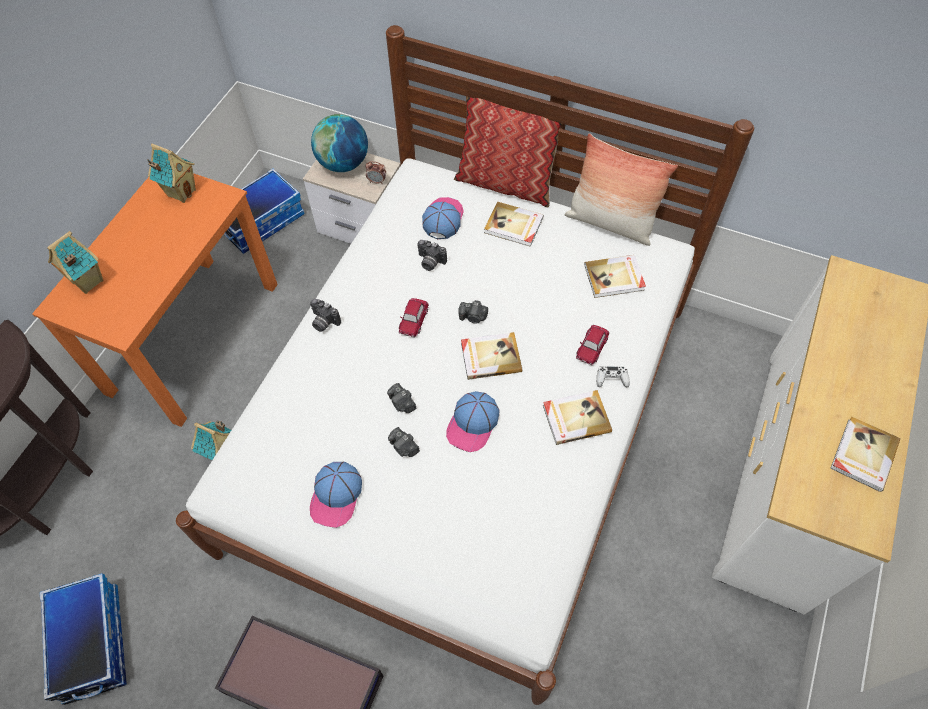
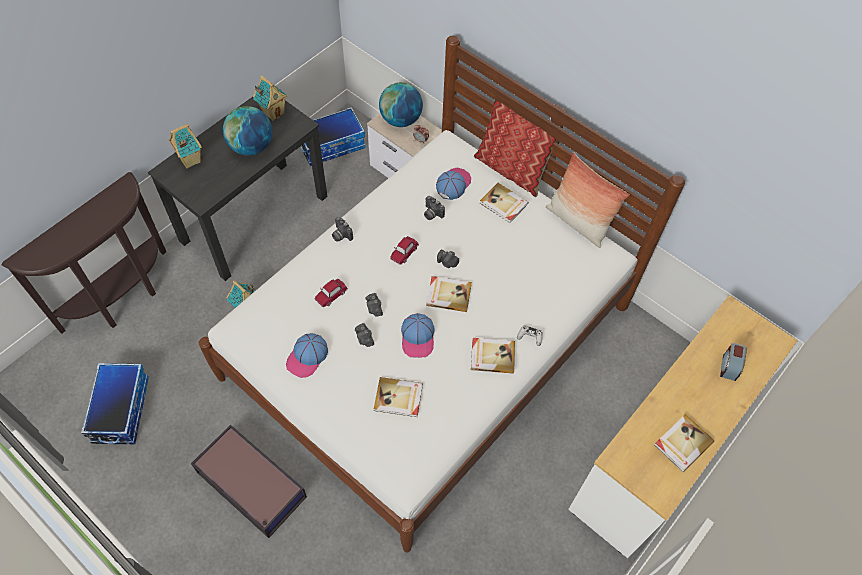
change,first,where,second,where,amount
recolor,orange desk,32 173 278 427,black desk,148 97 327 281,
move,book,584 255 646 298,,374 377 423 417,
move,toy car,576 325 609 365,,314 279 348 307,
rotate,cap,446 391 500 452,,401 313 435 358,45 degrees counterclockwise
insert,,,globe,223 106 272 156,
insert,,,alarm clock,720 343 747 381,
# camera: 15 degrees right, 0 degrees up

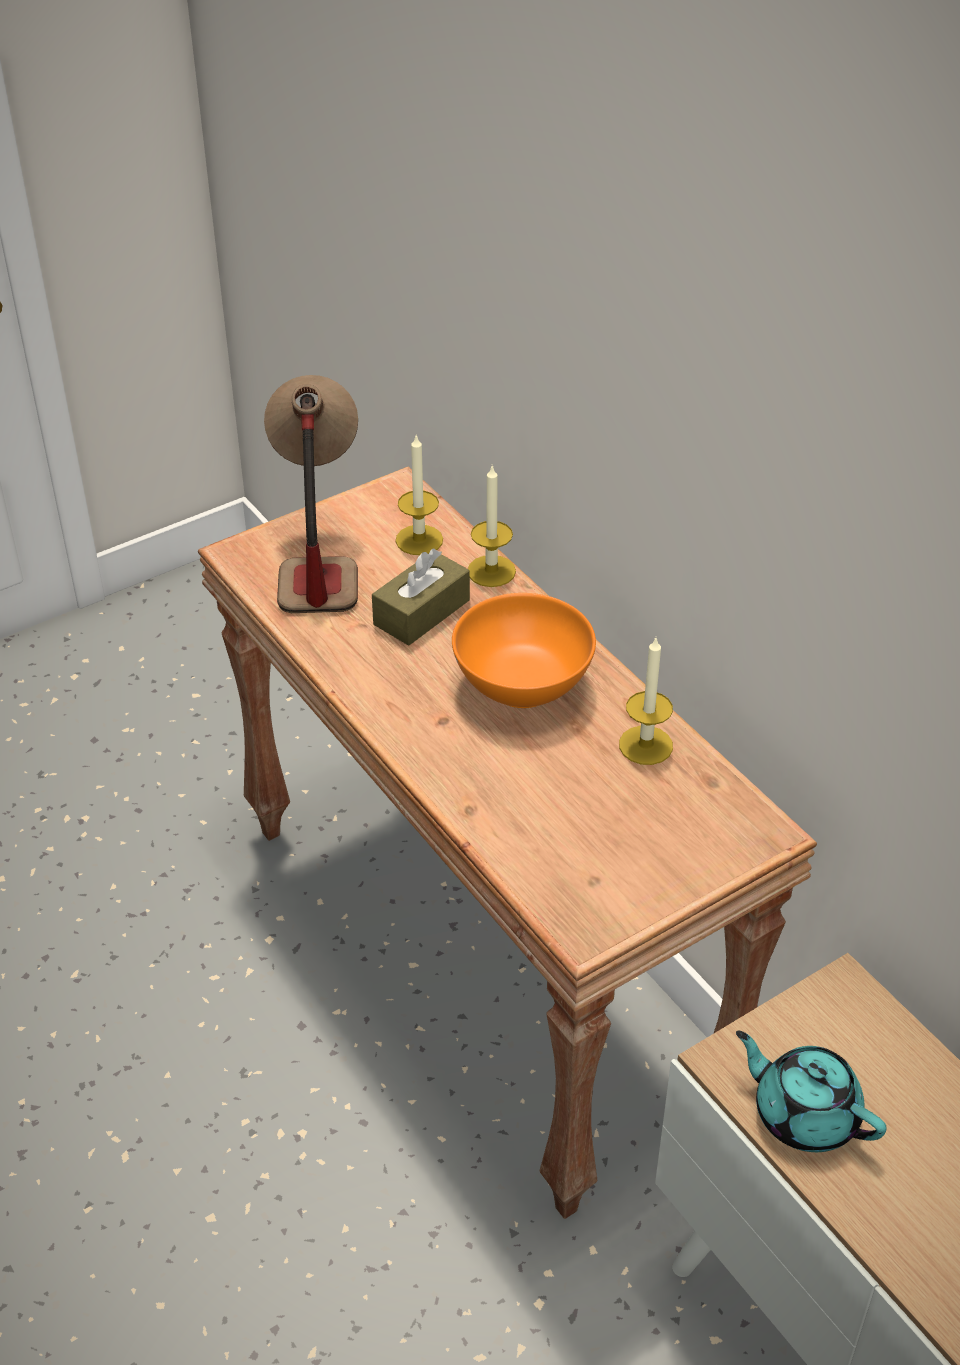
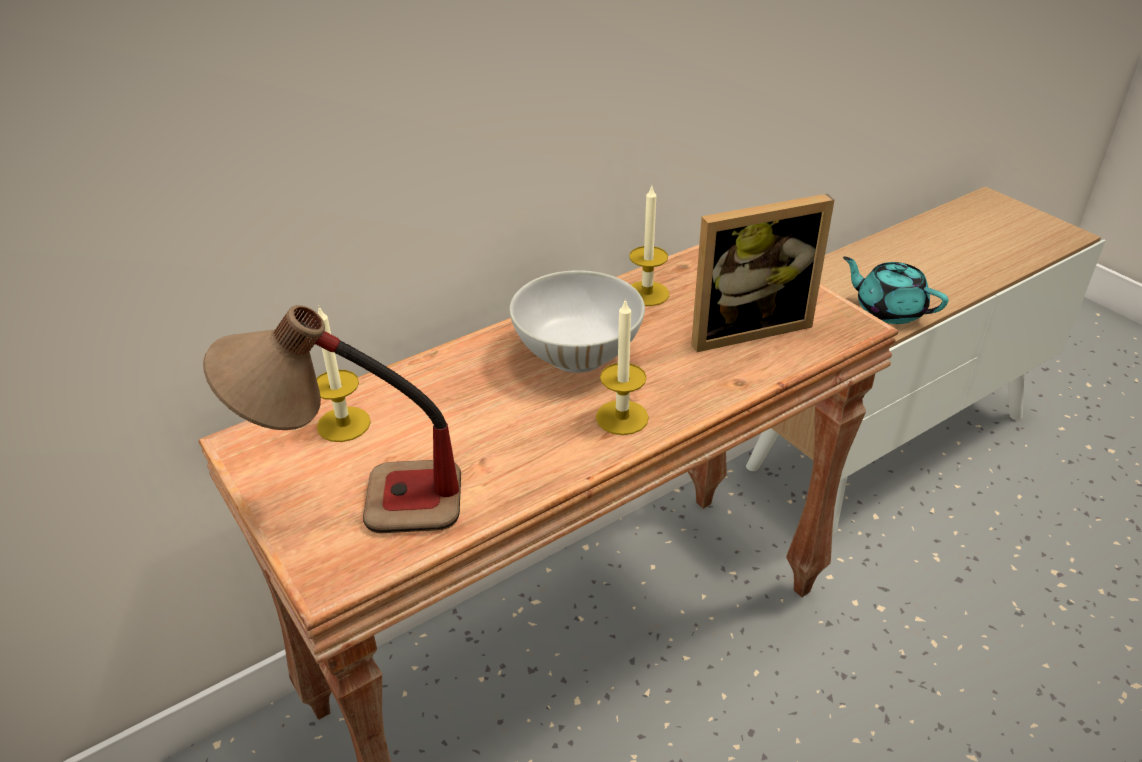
change,first,where,second,where,amount
move,candle,468 466 516 587,,596 298 649 435,
delete,brown tissue box,372 549 470 645,,,
recolor,orange bowl,452 593 596 708,white bowl,509 270 645 373,
rotate,turquoise teapot,736 1030 887 1152,,843 257 948 324,90 degrees clockwise
insert,,,picture frame,691 194 834 352,
# camera: 90 degrees left, 5 degrees down

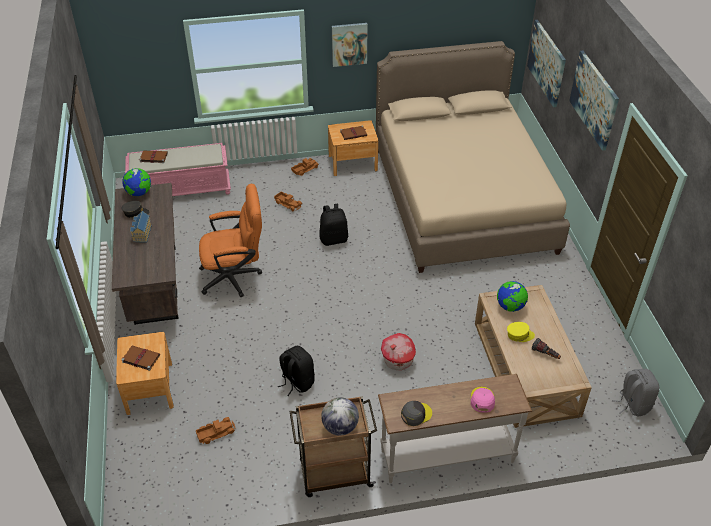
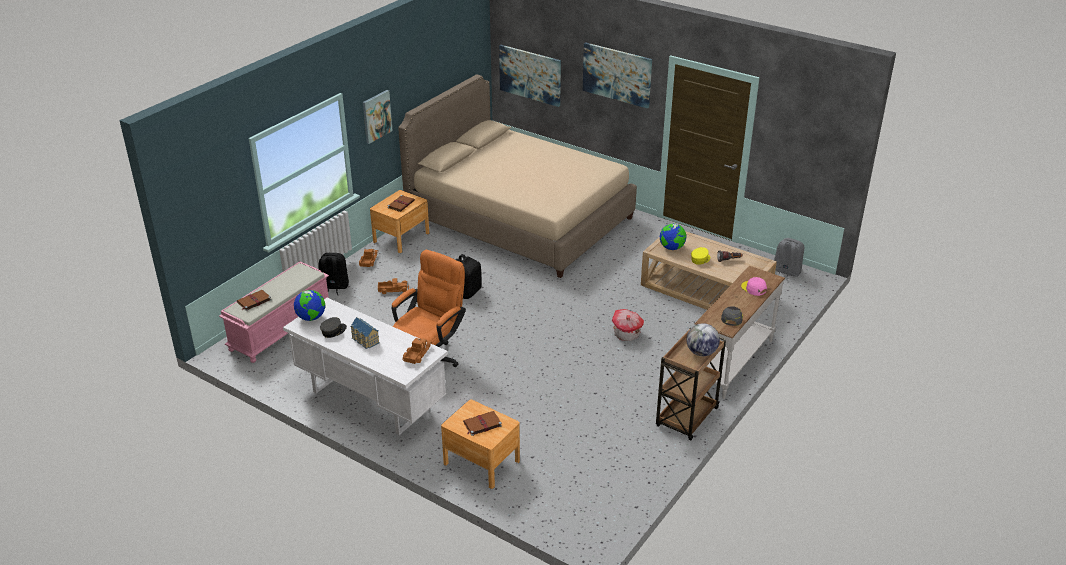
change,first,where,second,where,amount
recolor,brown desk,112 183 178 325,white desk,283 298 448 435,
move,black backpack,278 346 315 396,,319 253 349 295,
move,toy truck,196 417 236 444,,403 338 432 364,
# camera: 45 degrees left, 10 degrees down

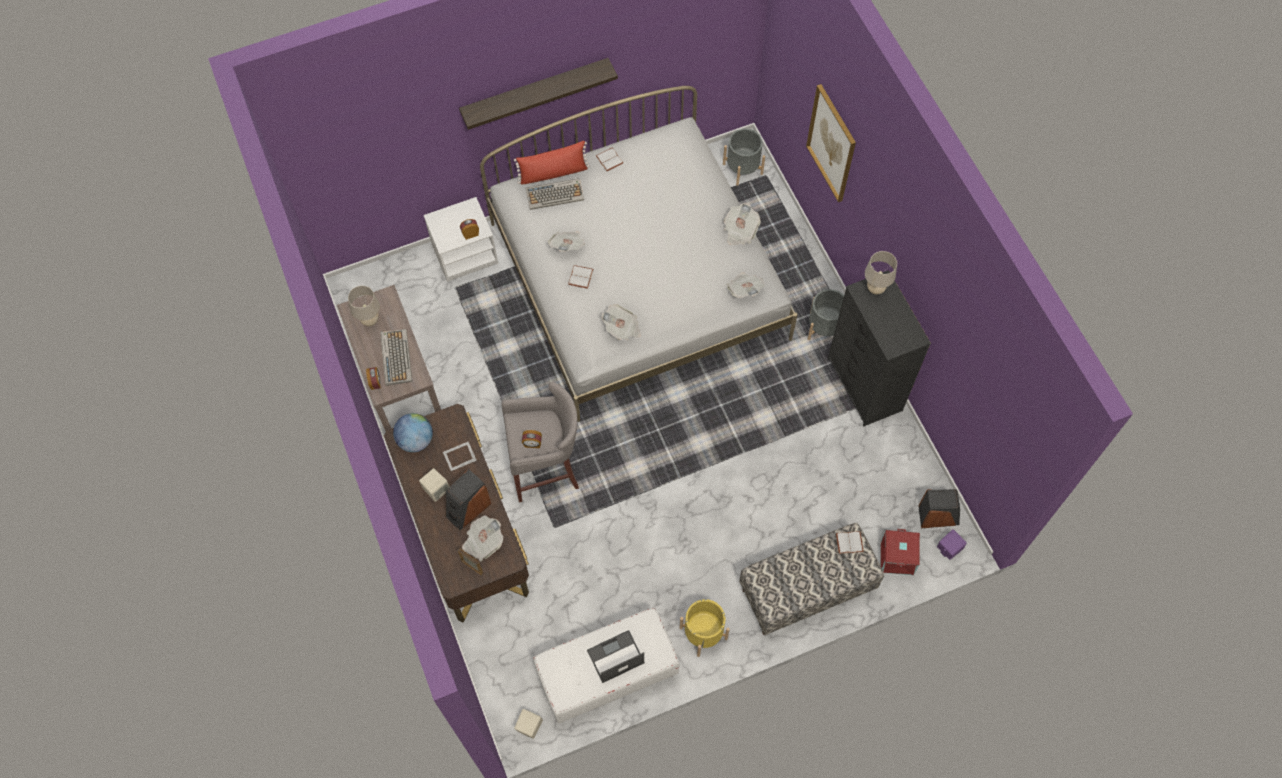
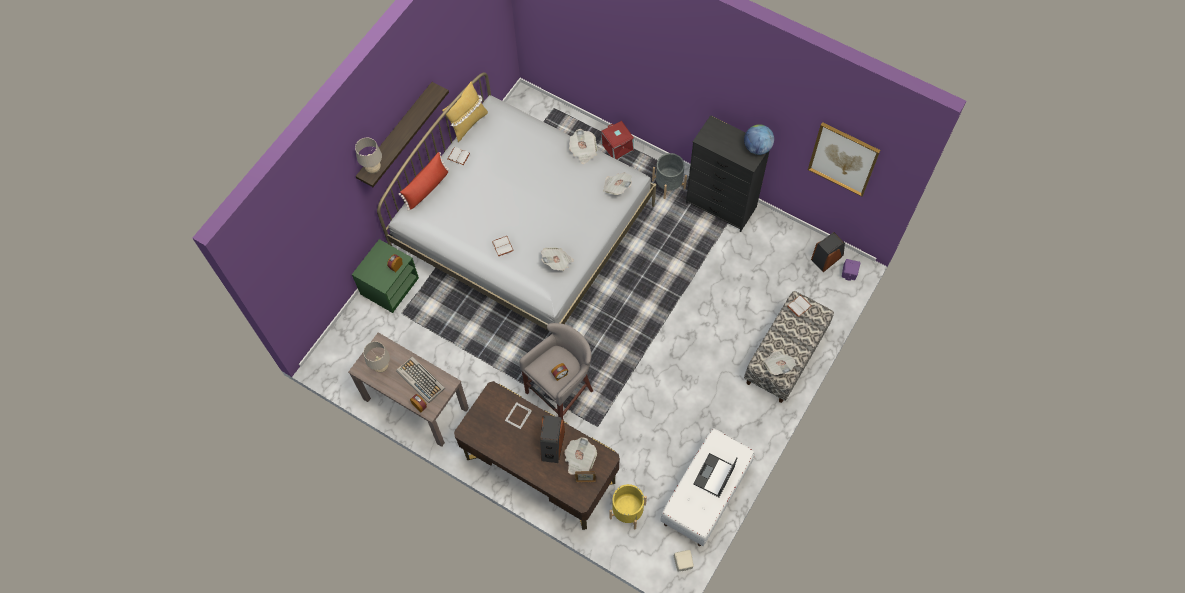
change,first,where,second,where,amount
move,picture,806 84 856 202,,808 122 880 197,
delete,grey planter,723 128 765 186,,,
delete,keyboard,526 178 584 210,,,
recolor,white nightstand,424 197 498 282,green nightstand,352 239 419 313,
move,newspaper,548 231 585 251,,763 350 796 375,
move,beige table lamp,865 251 897 295,,355 138 382 174,
move,globe,393 413 433 452,,744 124 774 155,
delete,beige speaker,419 468 450 502,,,
move,red storage box,880 529 920 575,,601 121 634 159,
move,yellow planter,680 599 730 657,,609 484 647 529,
insert,,,yellow pillow,442 81 488 142,
# camera: 35 degrees left, 0 degrees up

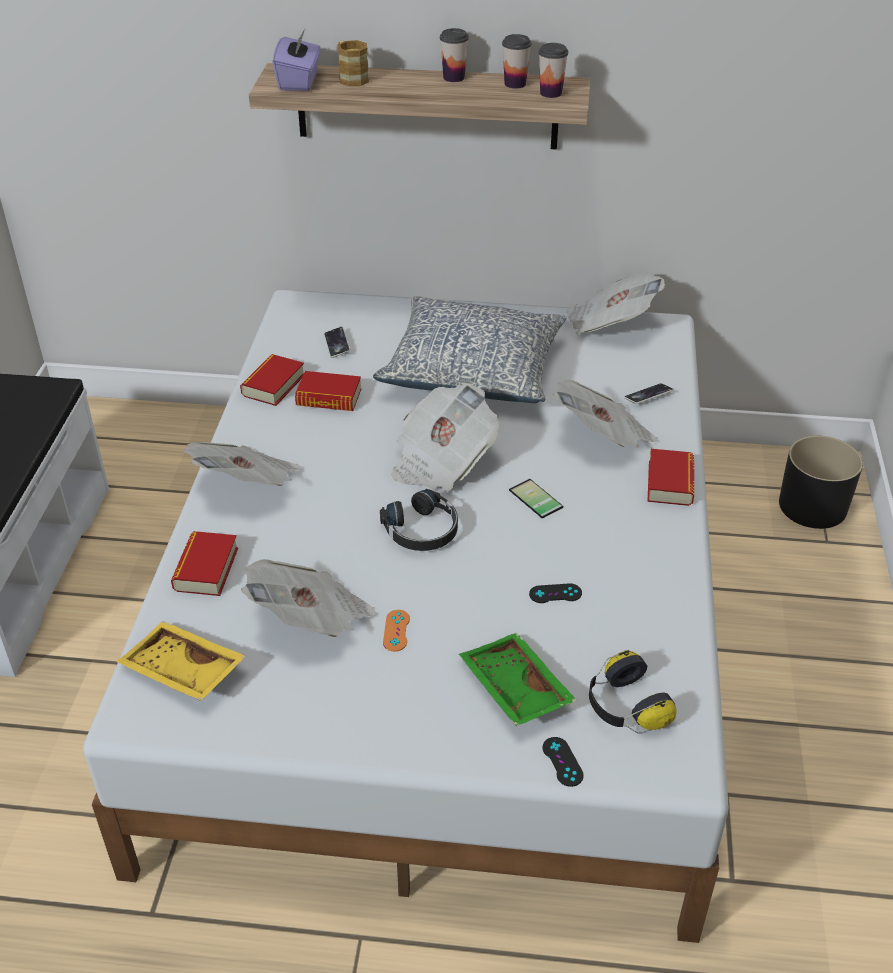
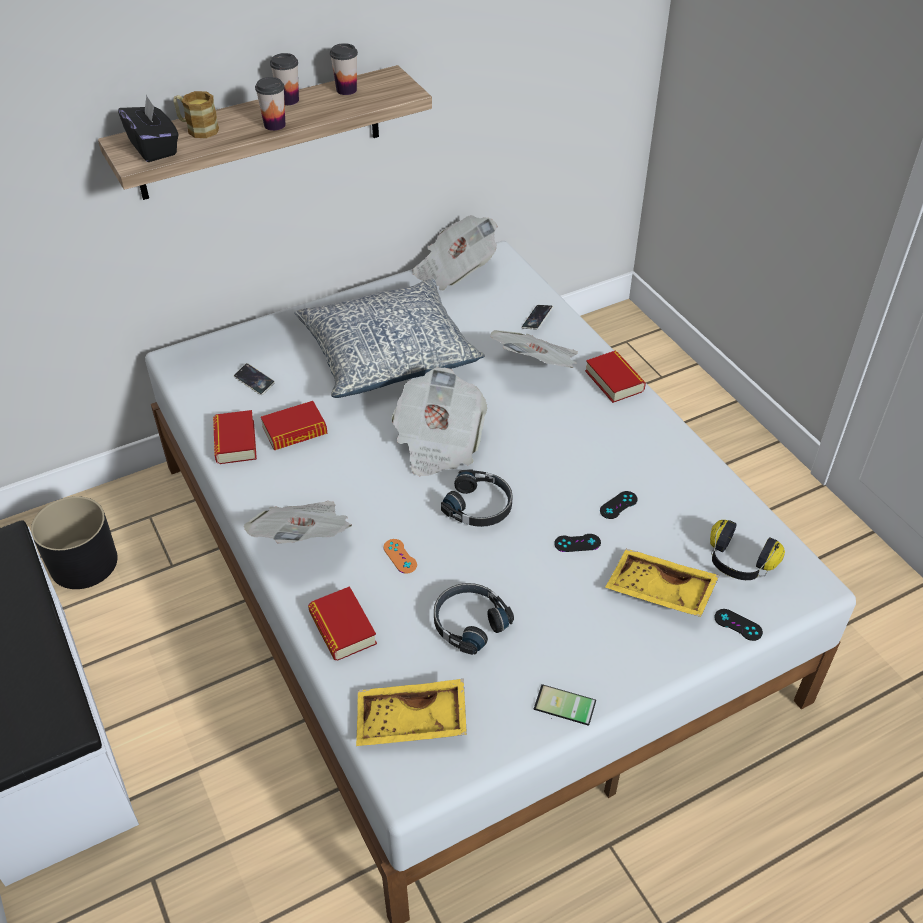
change,first,where,second,where,amount
recolor,purple tissue box,273 29 320 91,black tissue box,118 95 179 162,
move,cup,539 43 568 98,,255 77 286 131,
move,black planter,779 436 863 529,,31 496 118 589,
move,phone,509 479 563 518,,534 684 596 726,
replace,newspaper,241 559 375 637,black headphones,434 583 514 655,
move,orange game controller,383 610 410 652,,383 539 417 574,
recolor,green tray,459 633 577 726,yellow tray,605 549 720 617,
insert,,,black game controller,554 534 601 552,
# camera: 35 degrees left, 5 degrees up

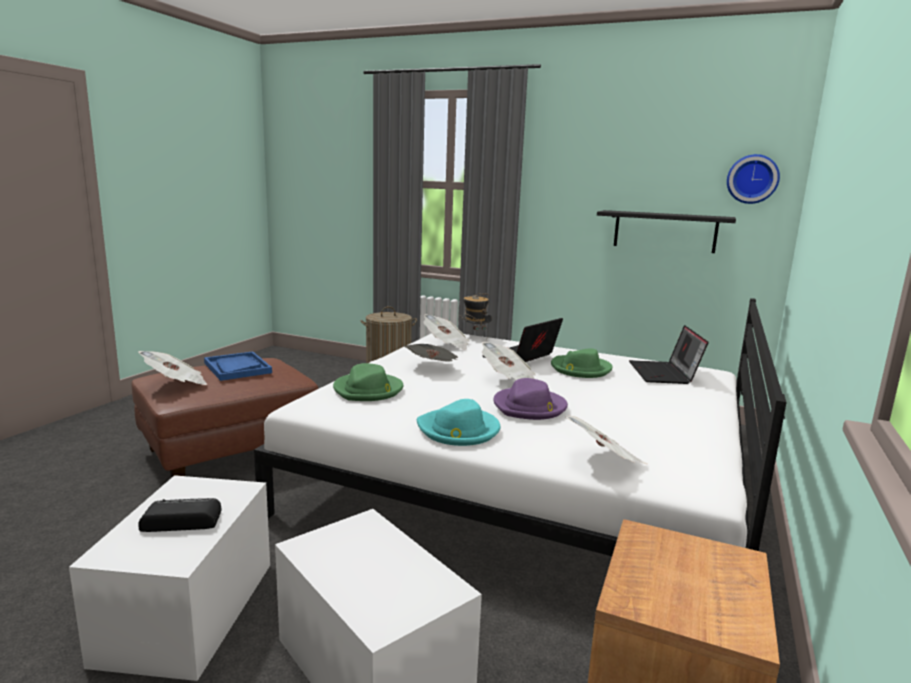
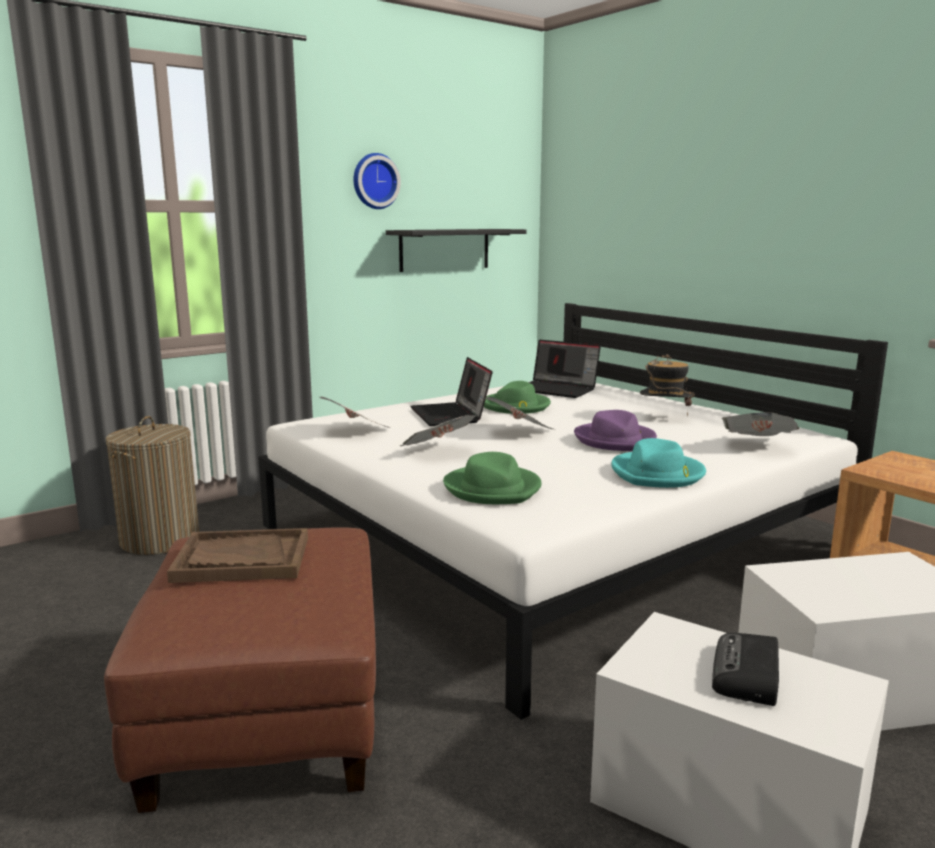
change,first,where,second,where,amount
move,wall clock,727 154 780 204,,353 153 401 209,
move,hat,459 293 492 331,,640 354 695 417,
delete,newspaper,138 351 207 385,,,
recolor,blue tray,204 351 272 381,brown tray,167 528 308 583,
# camera: 60 degrees left, 0 degrees up

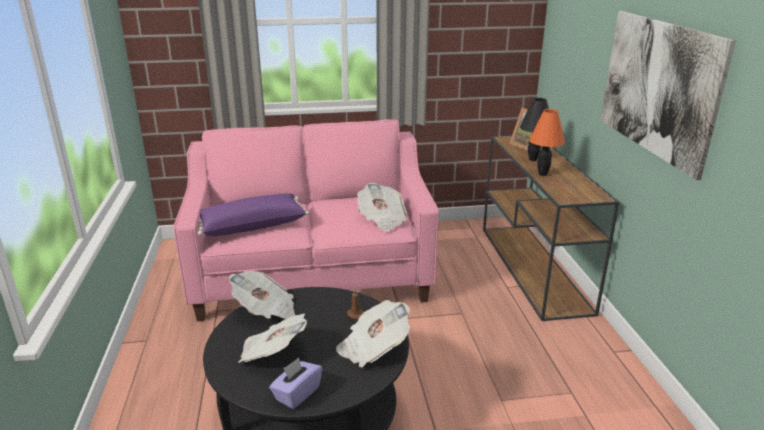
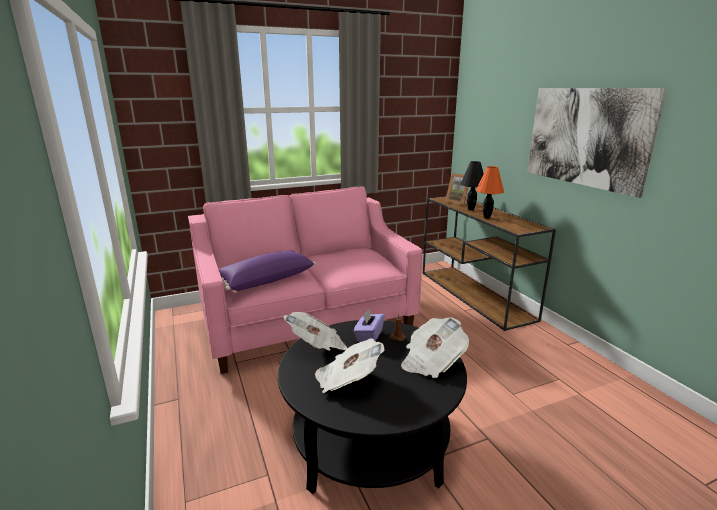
change,first,where,second,where,amount
delete,newspaper,357 183 408 232,,,
move,purple tissue box,269 357 322 409,,353 309 385 342,
# camera: 15 degrees left, 5 degrees down

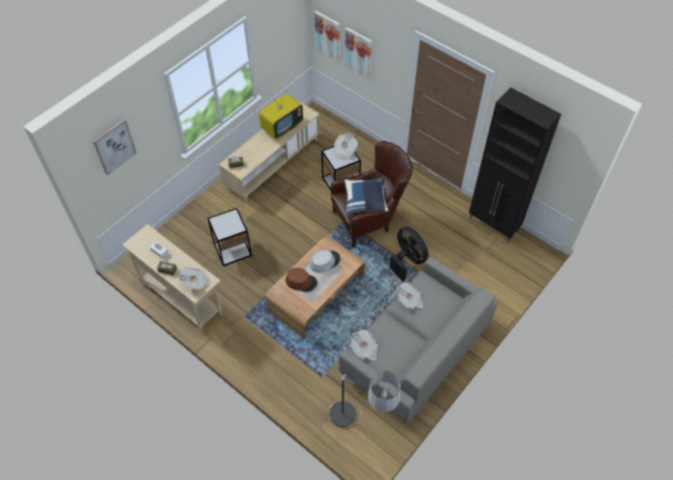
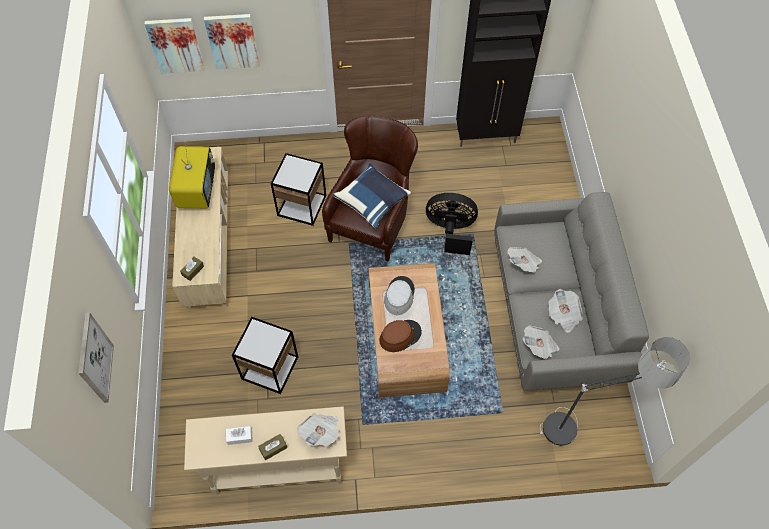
change,first,where,second,where,amount
move,newspaper,334 133 358 160,,548 289 583 333,
# camera: 45 degrees left, 5 degrees up

